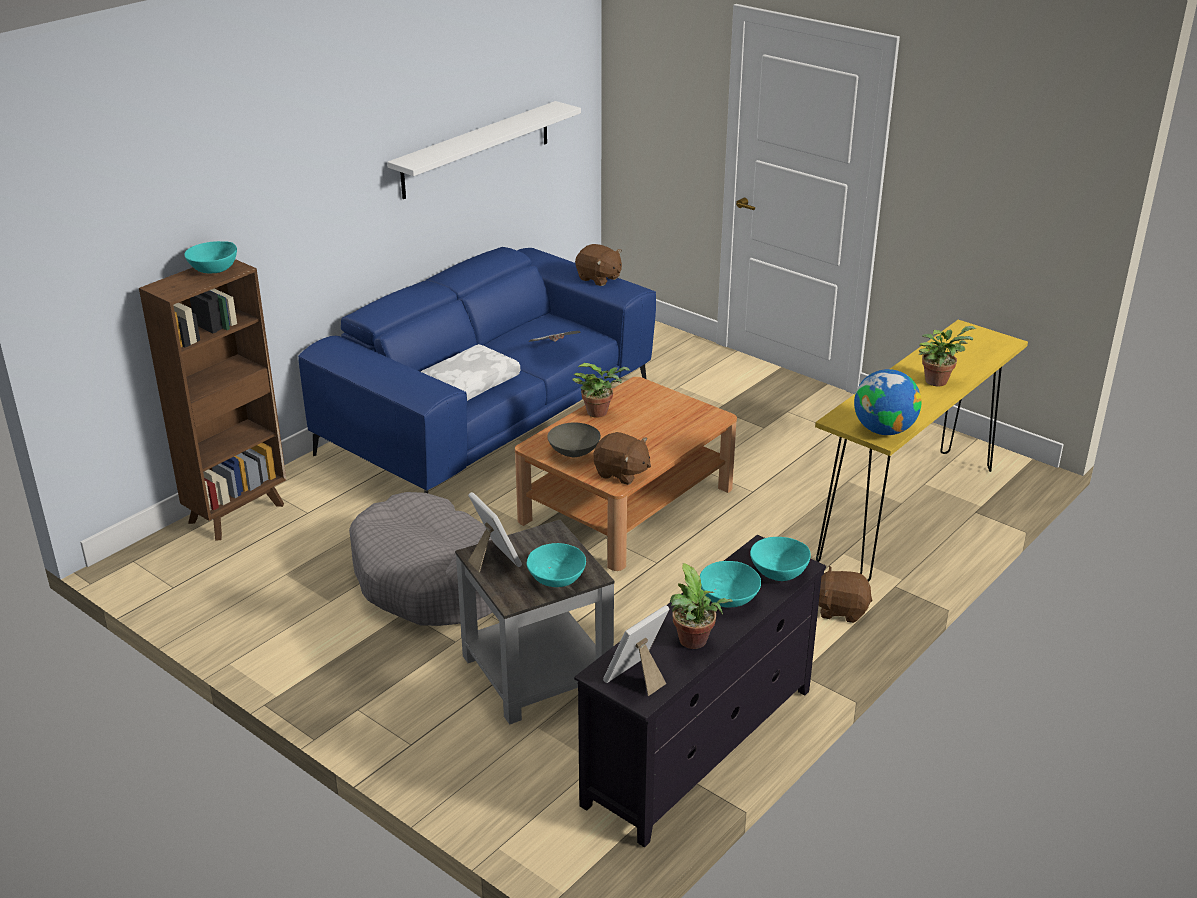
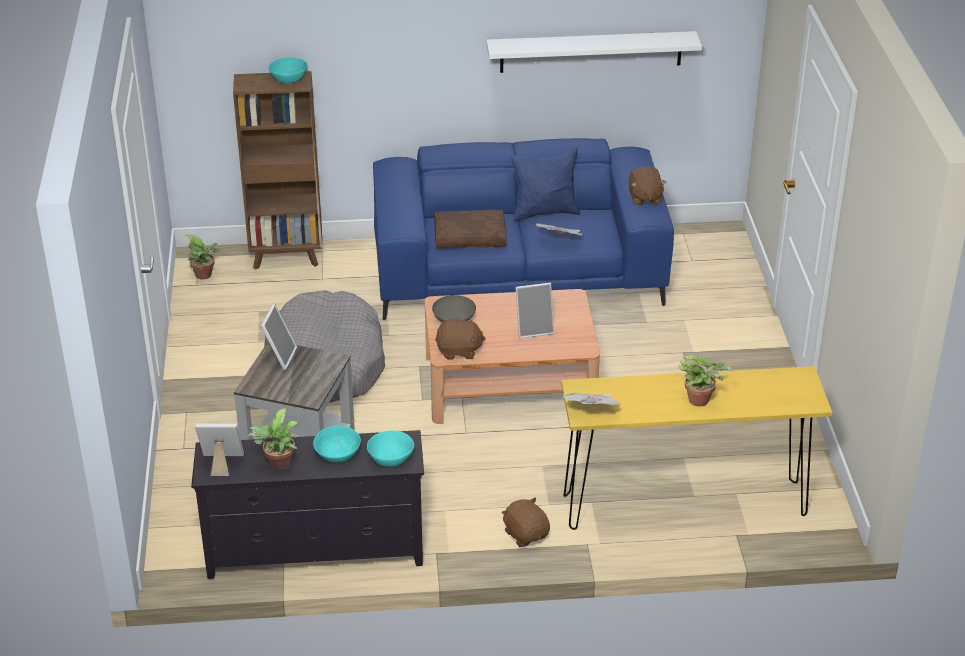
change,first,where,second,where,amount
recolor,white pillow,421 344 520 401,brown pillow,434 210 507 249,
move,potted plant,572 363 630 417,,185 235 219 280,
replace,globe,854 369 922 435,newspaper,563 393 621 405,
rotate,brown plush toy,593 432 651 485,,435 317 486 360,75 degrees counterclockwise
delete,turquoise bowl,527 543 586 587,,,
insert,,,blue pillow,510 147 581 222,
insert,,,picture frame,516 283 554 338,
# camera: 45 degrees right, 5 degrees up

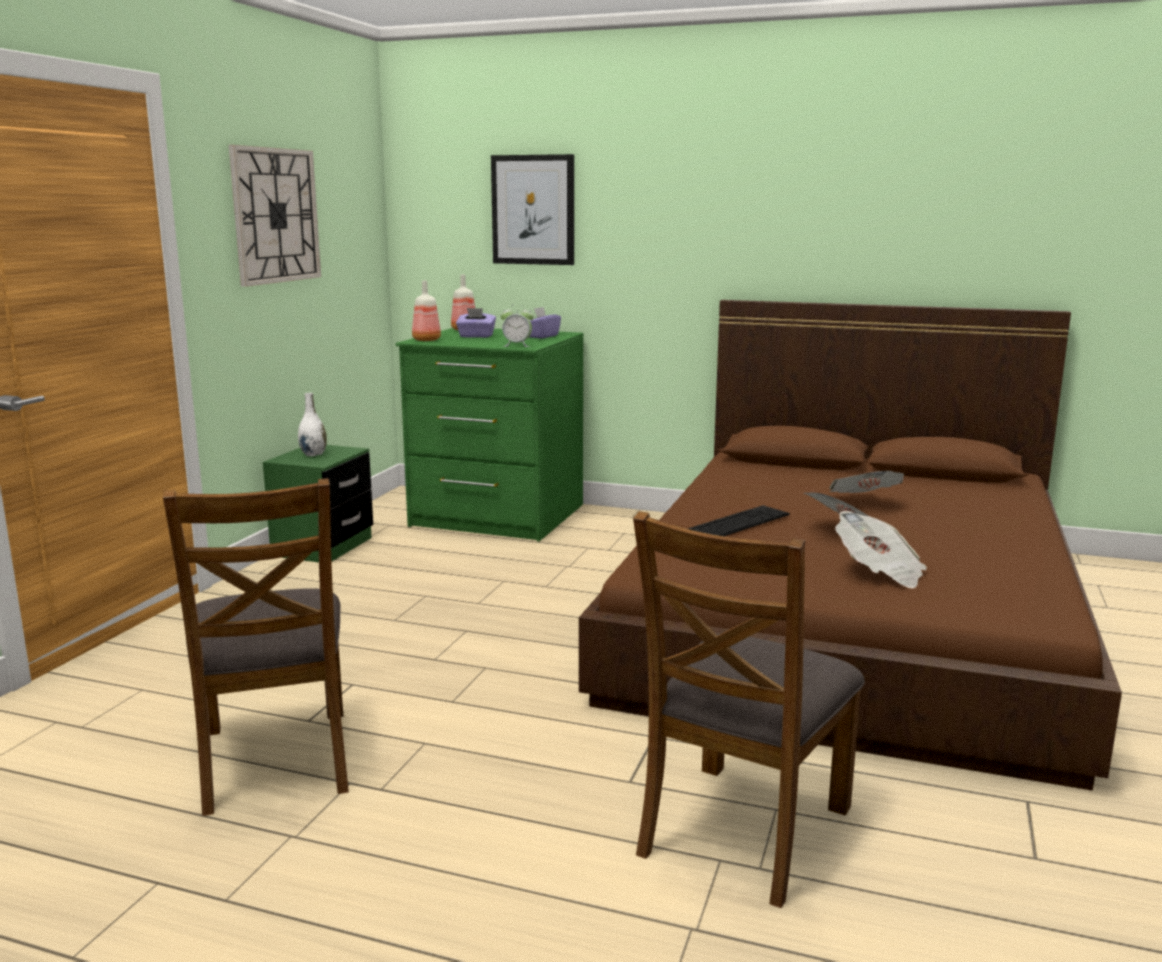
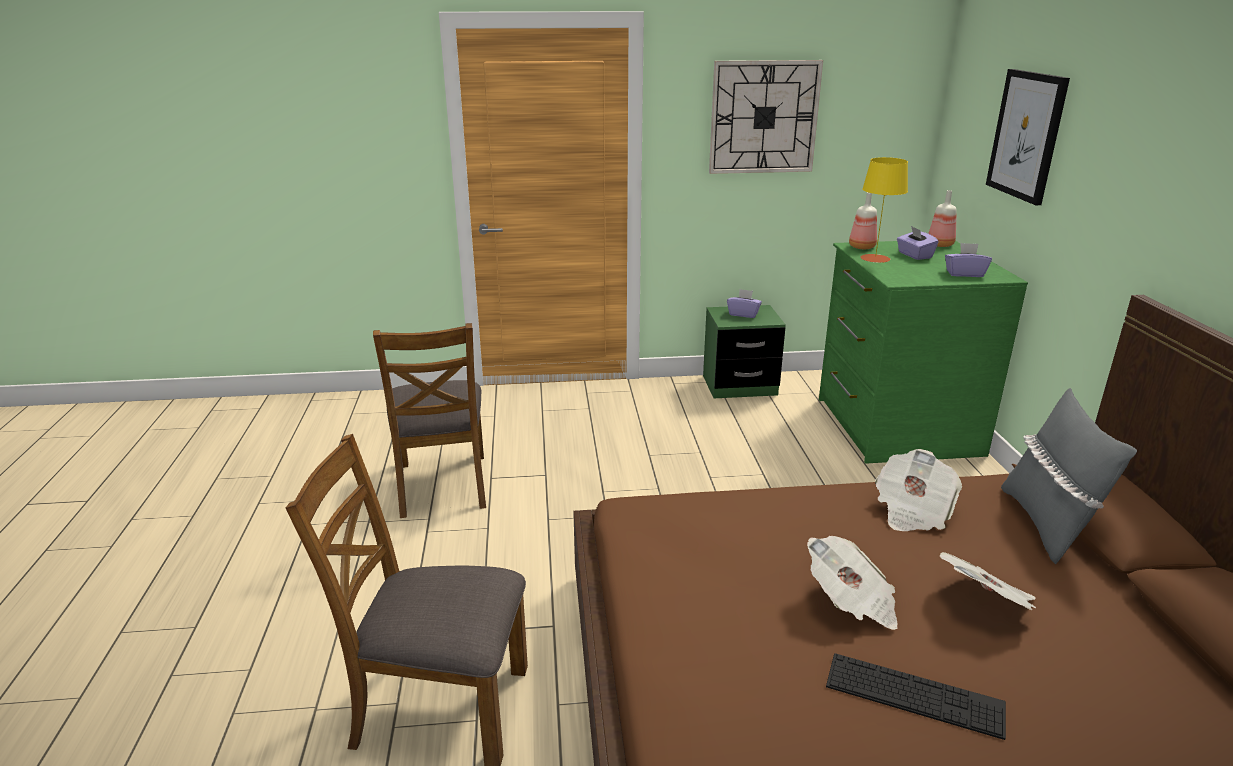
change,first,where,second,where,amount
delete,alarm clock,500 304 534 347,,,
replace,white vase,298 393 327 456,purple tissue box,727 289 762 318,
rotate,brown chair,163 478 349 816,,373 323 486 518,60 degrees counterclockwise
move,keyboard,688 505 790 536,,826 653 1006 740,
move,newspaper,835 511 927 589,,875 449 962 531,
insert,,,yellow table lamp,861 157 908 263,
insert,,,grey pillow,1001 388 1137 564,
# camera: 65 degrees right, 10 degrees up

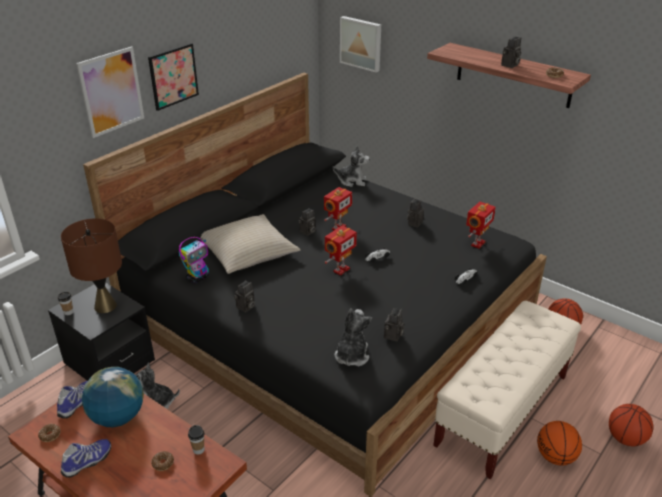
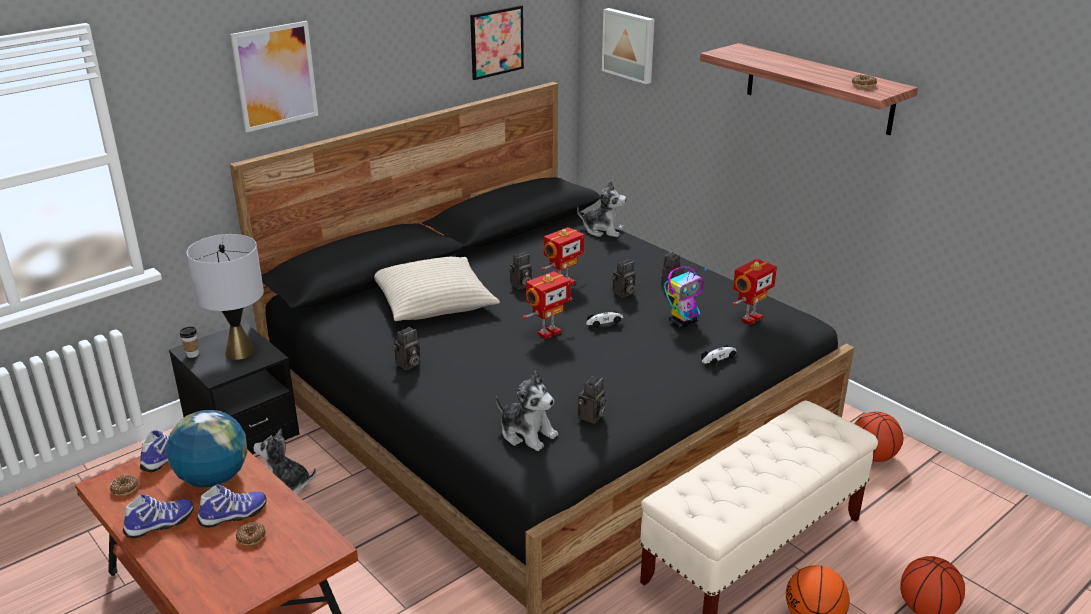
change,first,where,second,where,amount
move,photo camera,501 37 521 68,,612 259 635 298,
move,picture,148 43 199 111,,470 5 524 80,
recolor,brown table lamp,61 218 122 313,grey table lamp,187 234 264 360,
move,toy robot,179 237 209 283,,664 267 707 328,
rotate,plush toy,335 309 372 366,,496 371 558 451,105 degrees clockwise
delete,cup,188 425 204 455,,,
insert,,,shoe,197 484 267 528,
# camera: 10 degrees right, 5 degrees down

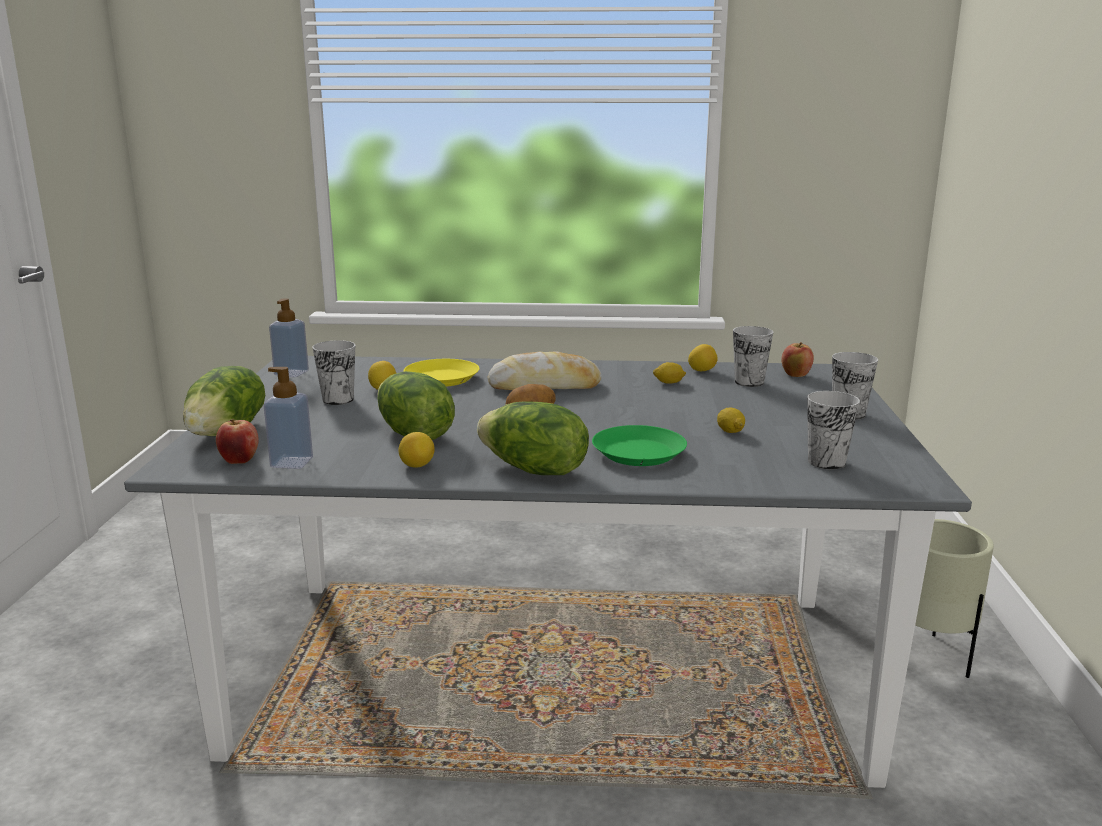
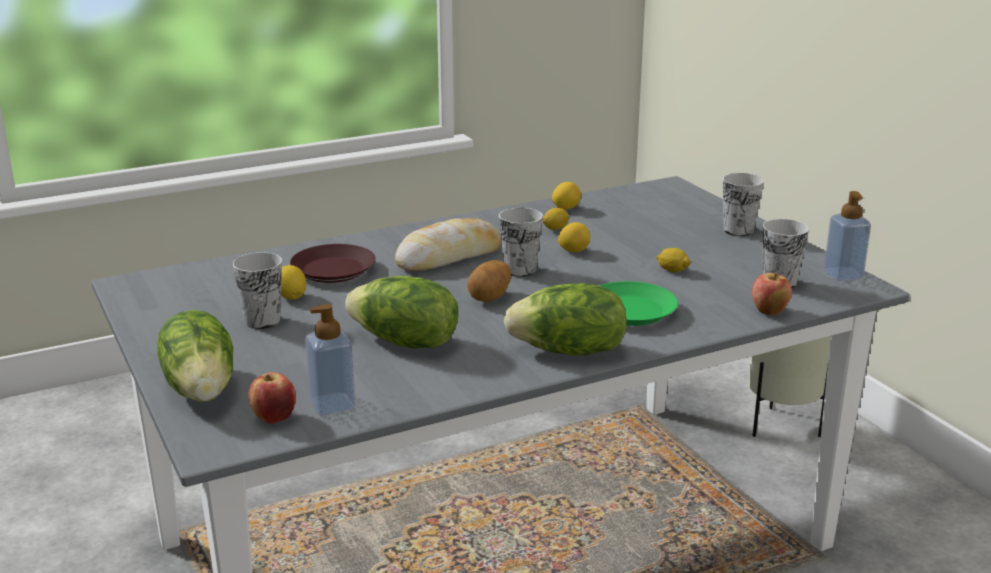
change,first,where,second,where,amount
move,soap dispenser,269 298 309 377,,824 191 871 281,
move,cup,733 326 773 387,,499 208 543 277,
move,apple,781 342 814 377,,752 273 792 315,
recolor,yellow plate,404 359 479 387,brown plate,290 244 376 283,
move,lemon,399 432 435 468,,558 222 590 252,
# camera: 30 degrees left, 5 degrees up

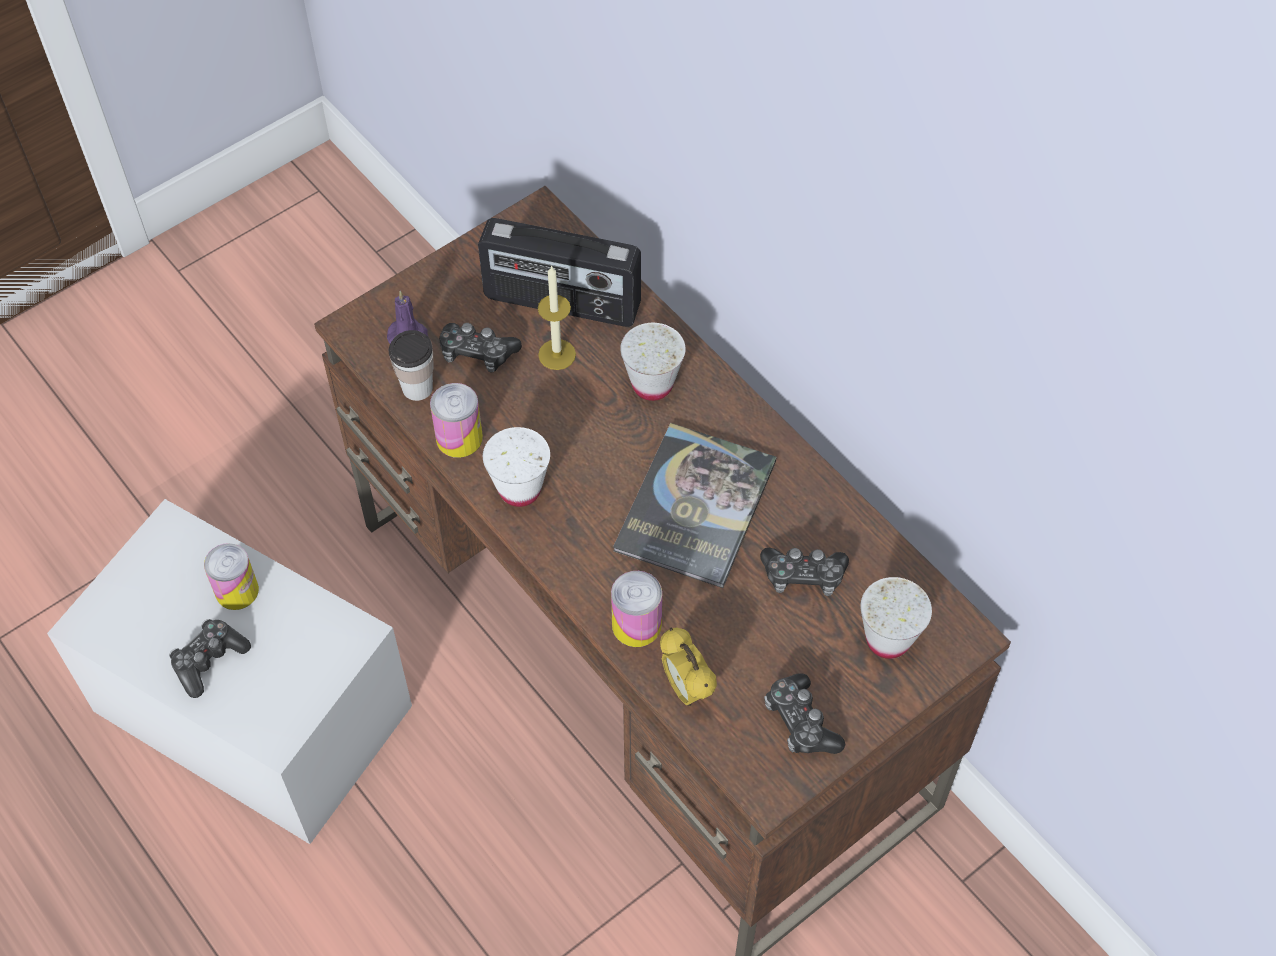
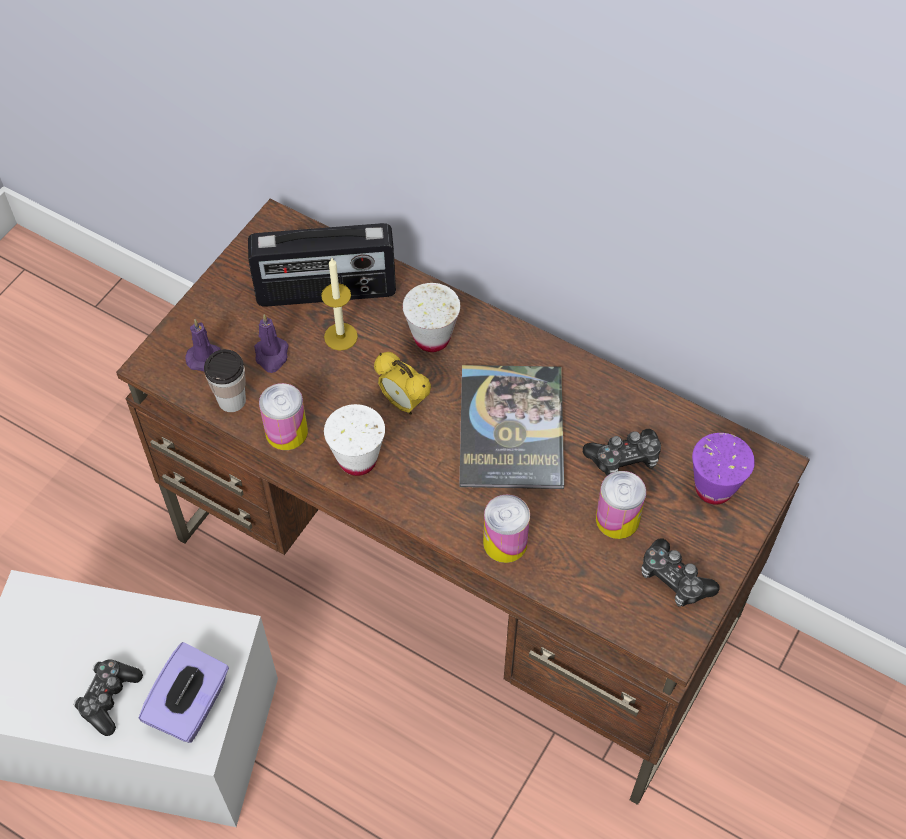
change,first,where,second,where,amount
replace,game controller,439 323 522 373,purple candle,254 314 289 373,
move,can,204 543 259 610,,596 471 646 539,
recolor,white cup,861 577 932 659,purple cup,692 433 755 505,
move,alarm clock,660 628 717 706,,374 352 431 415,
insert,,,purple tissue box,139 642 229 743,
# camera: 20 degrees left, 0 degrees up

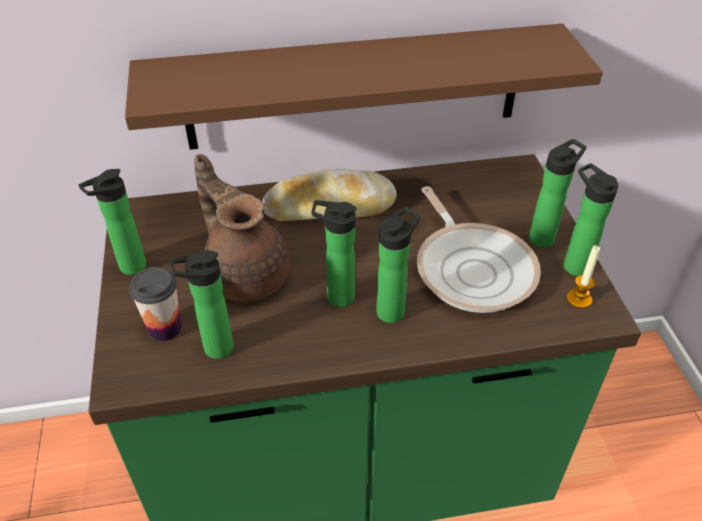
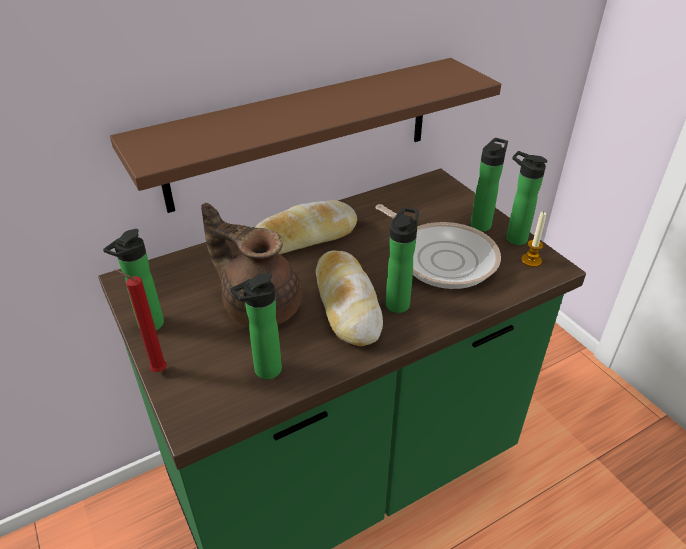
change,first,where,second,where,amount
replace,bottle,312 200 356 307,bread,316 250 383 347,
delete,cup,129 267 182 341,,,
insert,,,red candle,114 270 167 372,
# camera: 20 degrees left, 5 degrees down

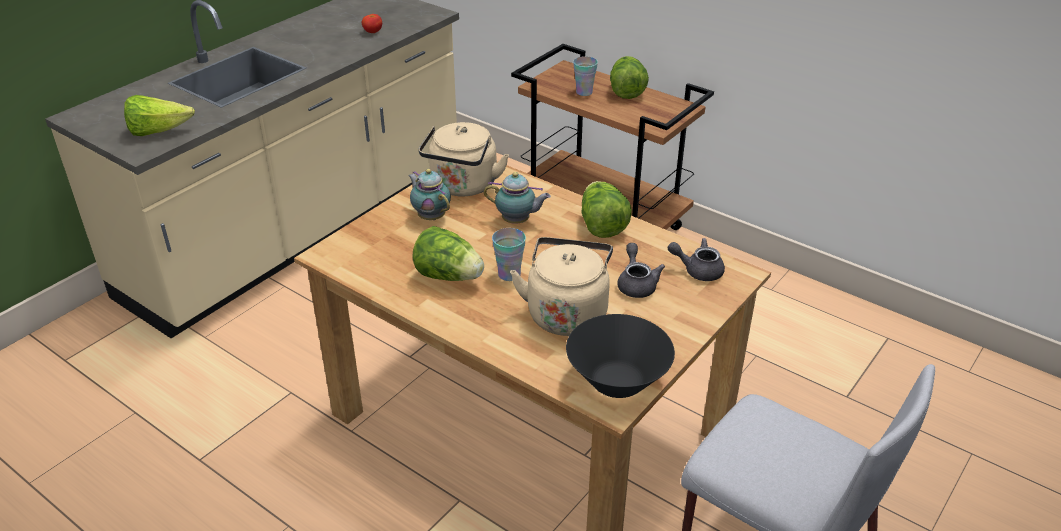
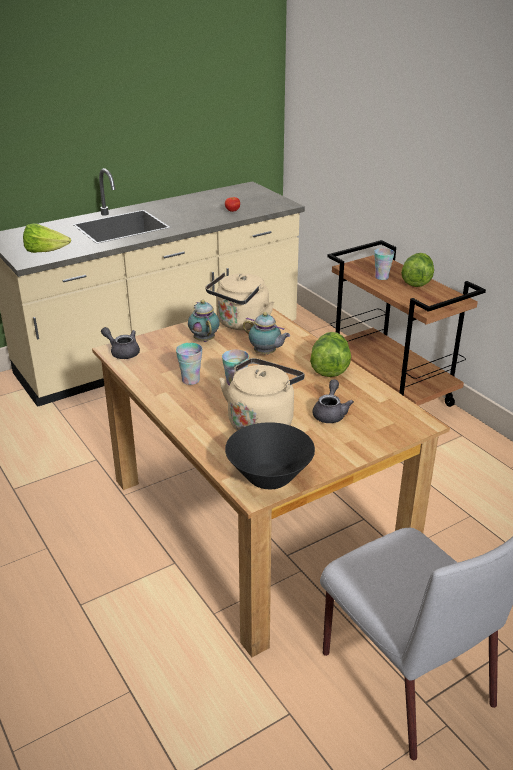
change,first,where,second,where,amount
replace,lettuce,412 226 484 281,cup,176 343 202 385,
move,grey teapot,668 238 725 281,,101 327 140 359,
# camera: 20 degrees right, 5 degrees down

